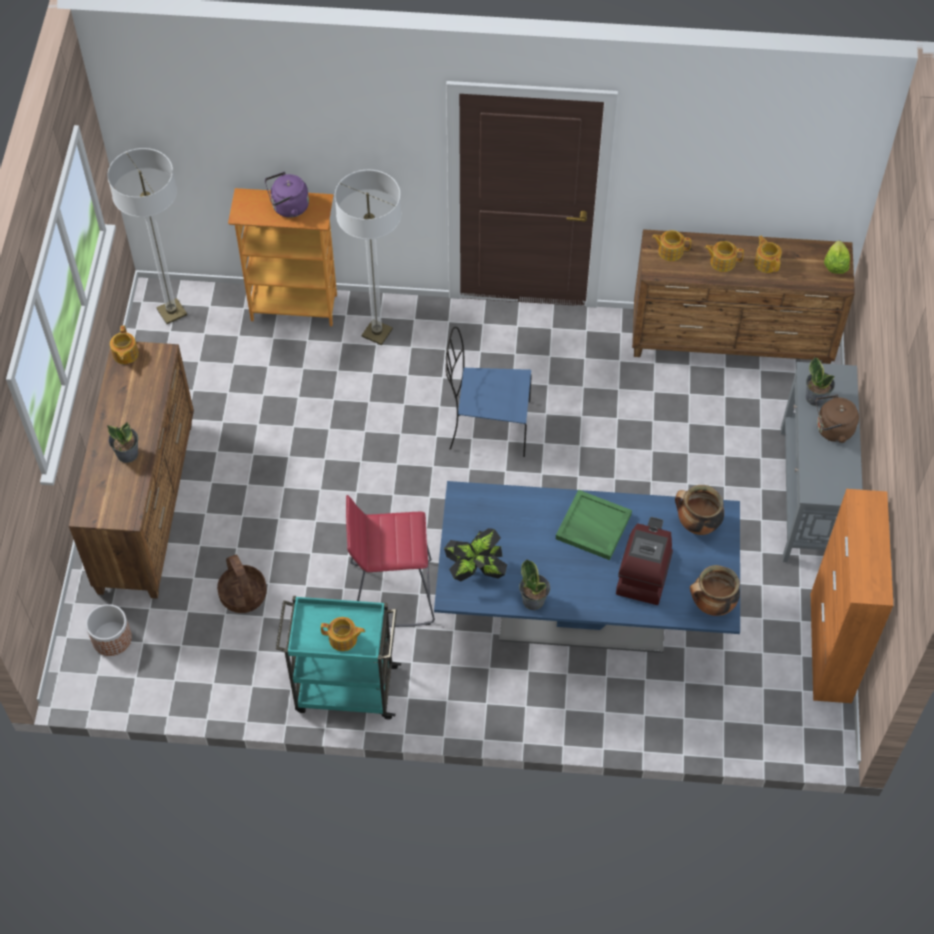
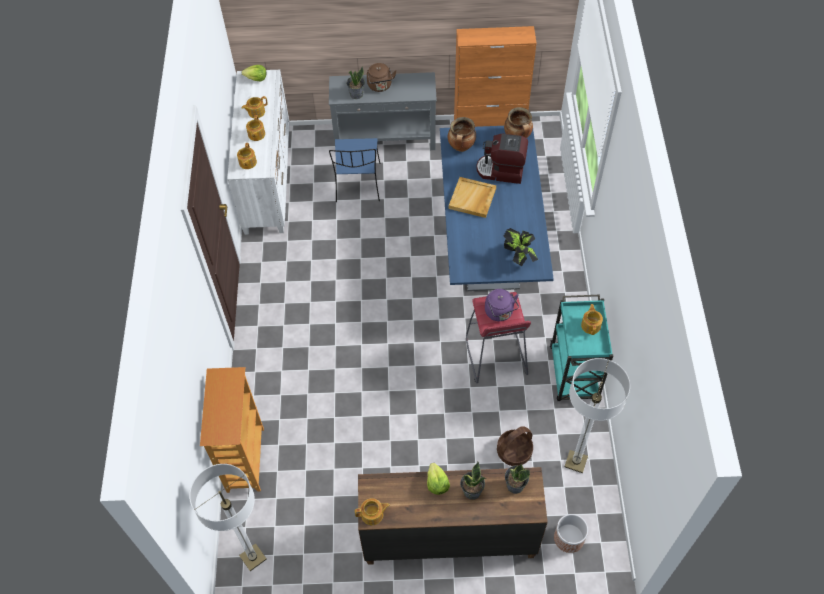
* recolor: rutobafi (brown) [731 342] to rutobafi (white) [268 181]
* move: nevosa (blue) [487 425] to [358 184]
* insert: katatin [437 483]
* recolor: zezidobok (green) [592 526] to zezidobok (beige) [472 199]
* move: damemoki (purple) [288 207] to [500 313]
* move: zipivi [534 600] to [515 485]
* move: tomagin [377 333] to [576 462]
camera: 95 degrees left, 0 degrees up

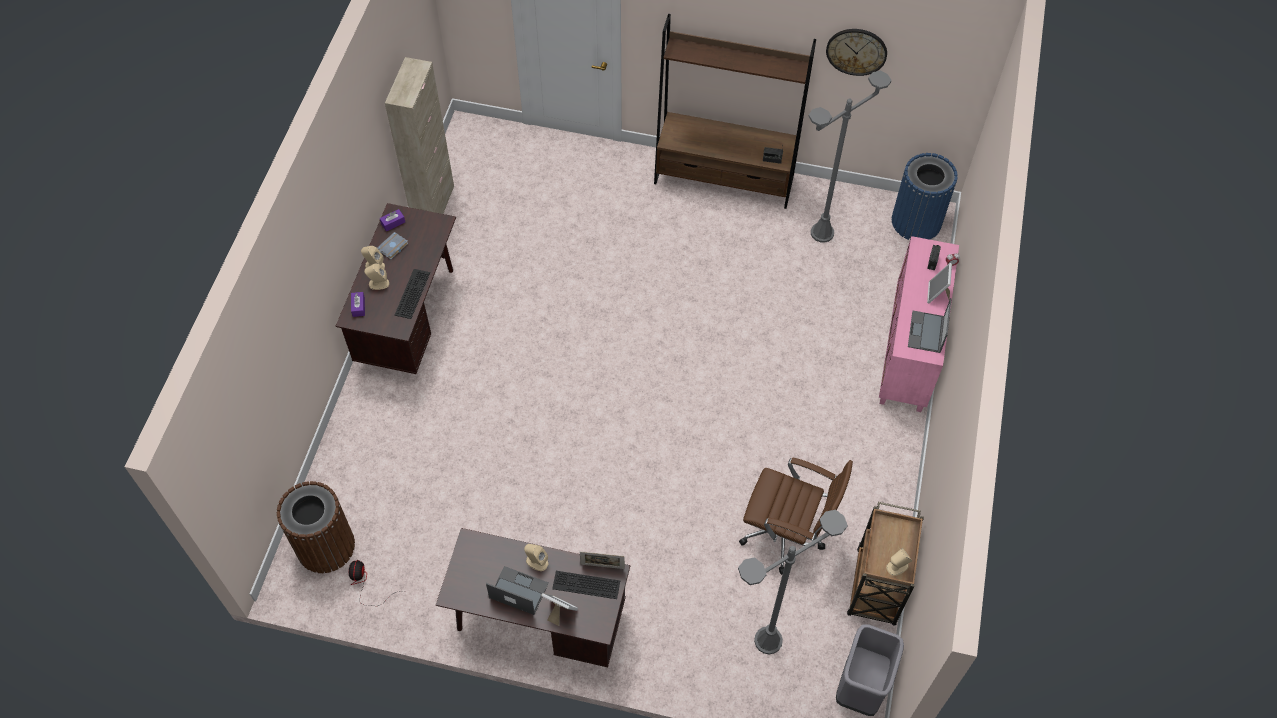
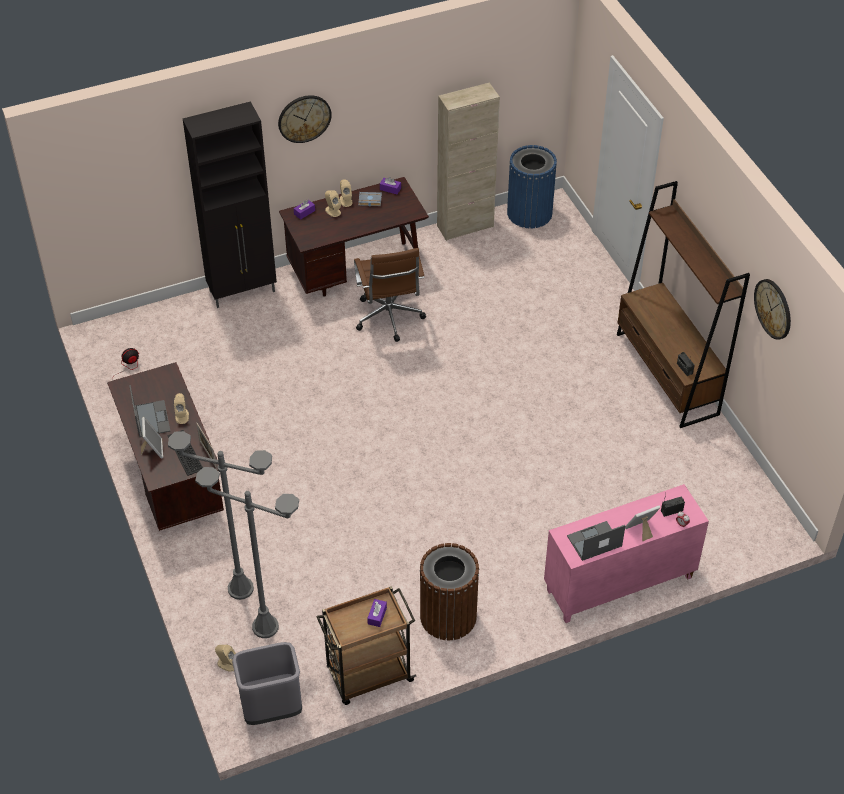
* move: tomagin (grey) [822 233] to [241 588]
* insert: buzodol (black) [243 291]
* move: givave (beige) [897 566] to [227 664]
* insert: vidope [304 118]
* move: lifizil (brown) [786 535] to [389 319]
* insert: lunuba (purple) [377 615]
* move: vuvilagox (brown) [325 546] to [448 616]
* move: vuvilagox (blue) [916 221] to [529 213]
* delete: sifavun [411 293]
camera: 55 degrees right, 10 degrees down

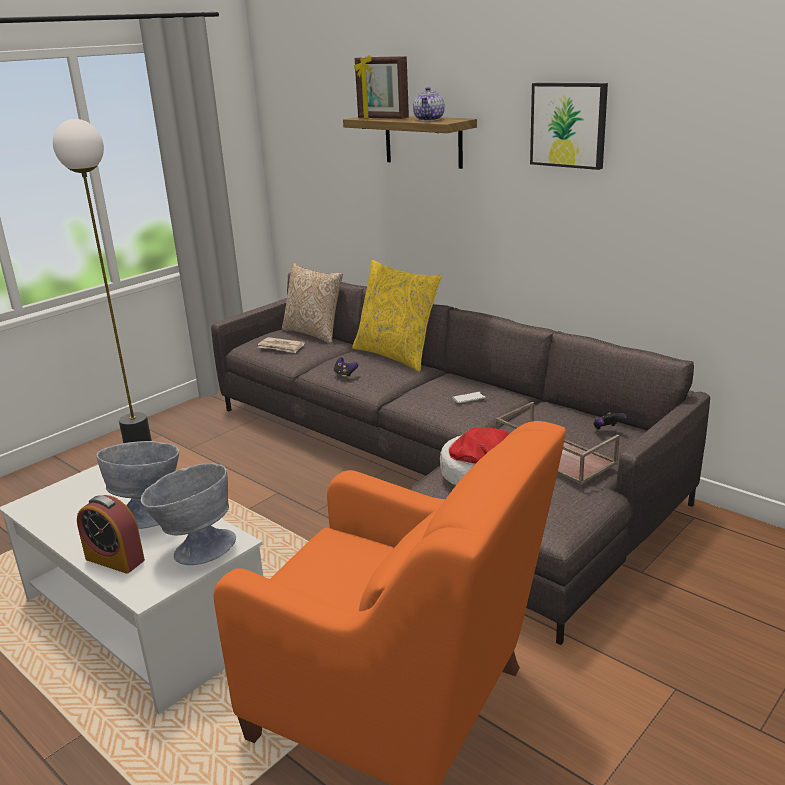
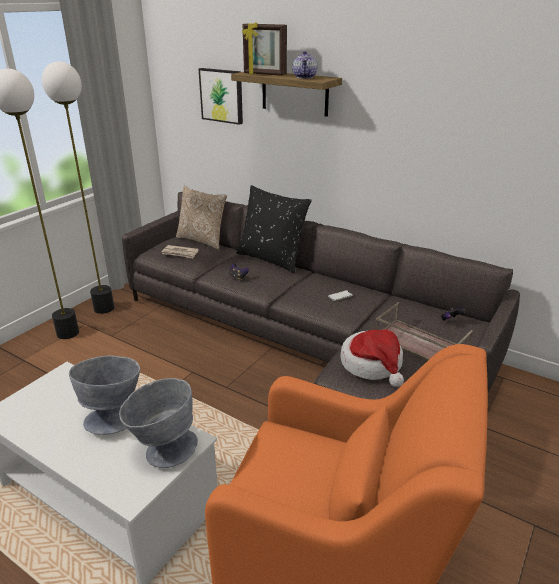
* insert: tomagin [104 308]
* move: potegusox [569 125] to [222 95]
* recolor: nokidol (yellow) [396 355] to nokidol (black) [272 259]
* delete: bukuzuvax [115 559]
camera: 10 degrees left, 5 degrees up

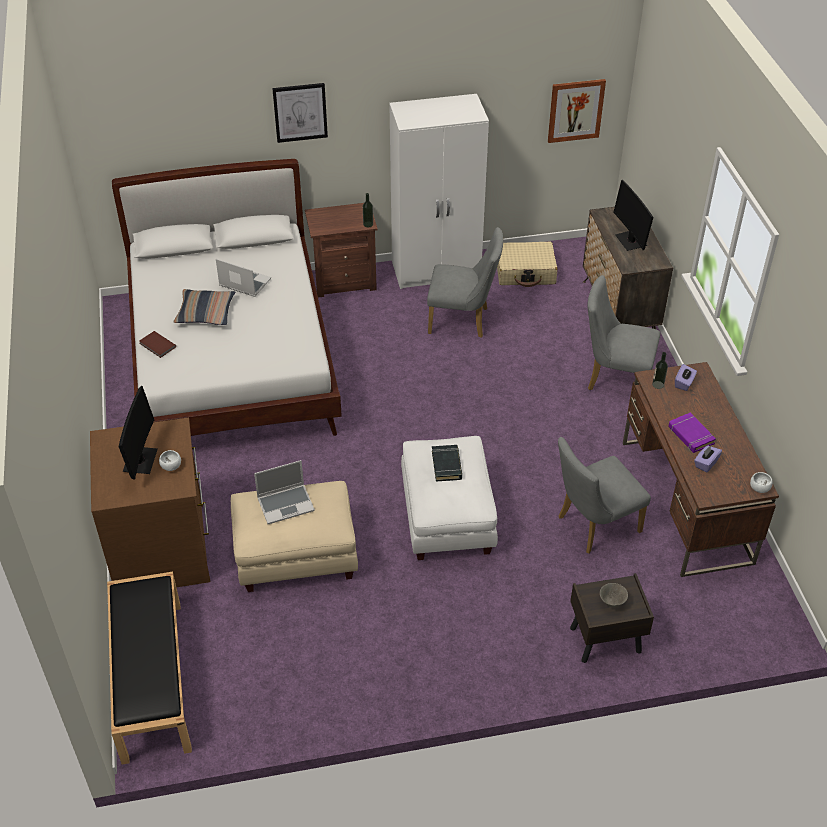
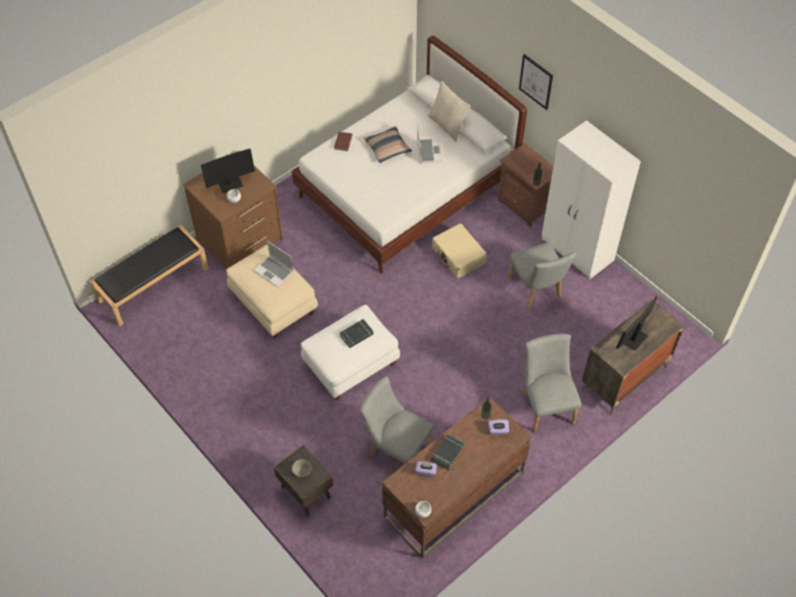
* insert: nokidol (beige) [448 125]
* recolor: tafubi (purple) [690 435] to tafubi (black) [447 453]
* move: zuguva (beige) [525 272] to [458 256]
* delete: potegusox [575 110]
camera: 60 degrees right, 10 degrees up

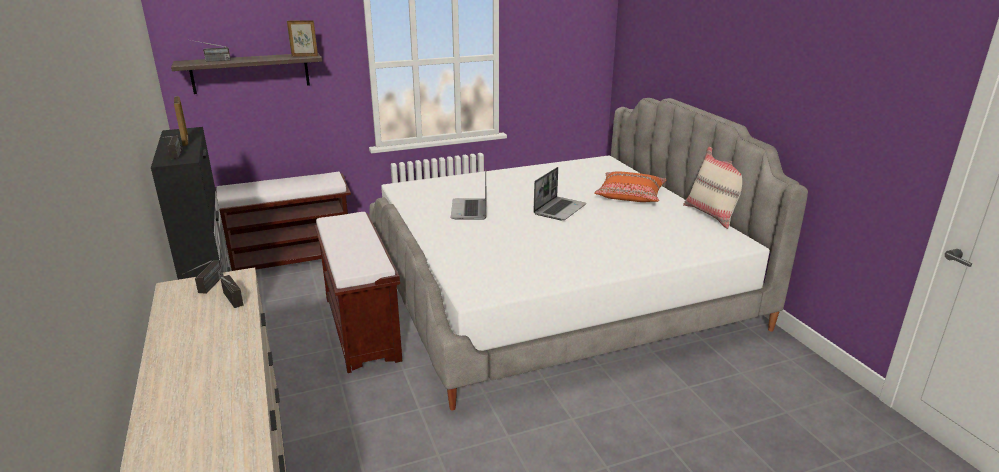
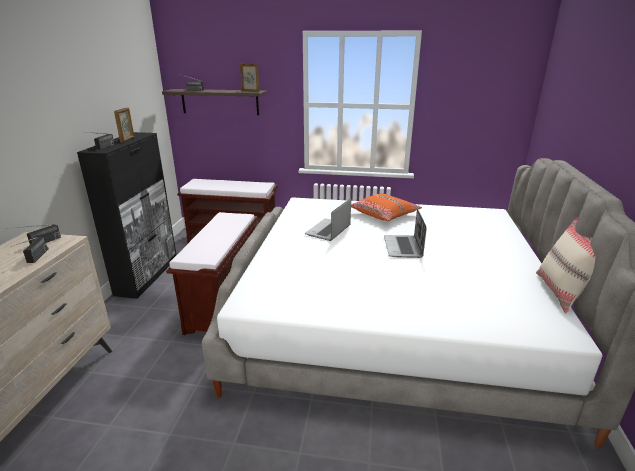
* move: nokidol (orange) [630 195] to [384 214]
* rotate: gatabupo [559 209] = [403 247] 120 degrees clockwise
camera: 30 degrees right, 0 degrees up

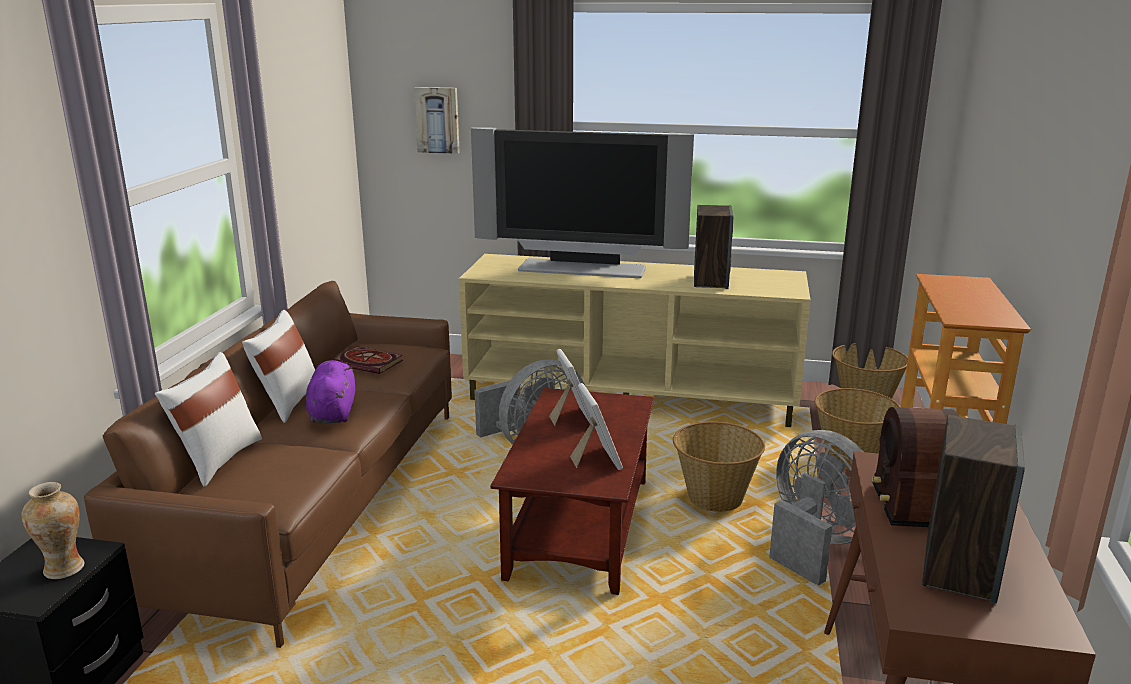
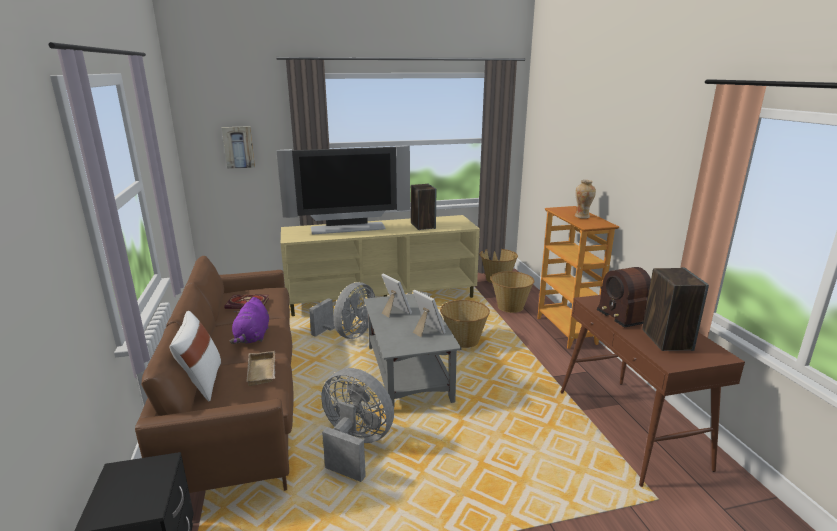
* rotate: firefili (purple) [333 412] = [252 337] 150 degrees counterclockwise
* insert: zezidobok (beige) [263 371]
* move: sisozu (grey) [815 544] to [355 445]
* recolor: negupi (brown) [579 527] to negupi (grey) [407 372]
* move: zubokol [64 569] to [582 216]
* delete: nokidol (white) [287 402]
camera: 25 degrees left, 0 degrees up

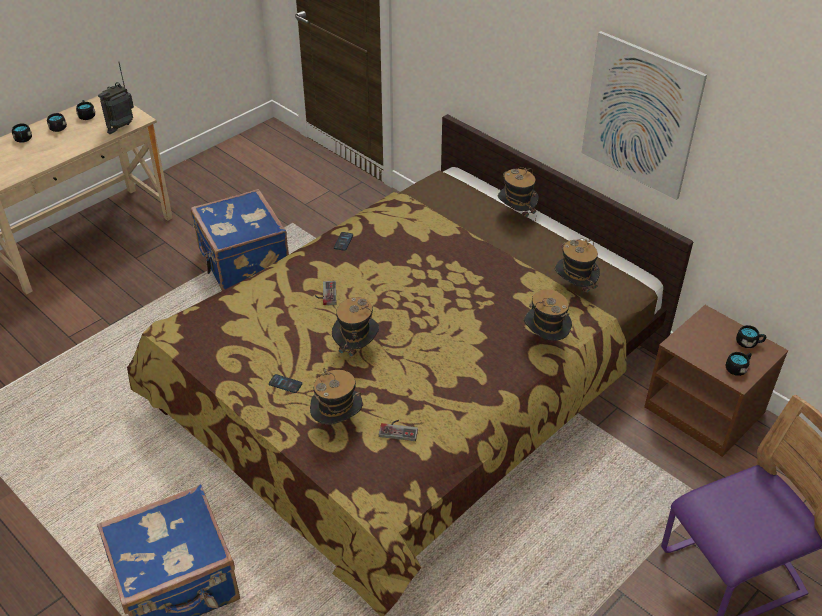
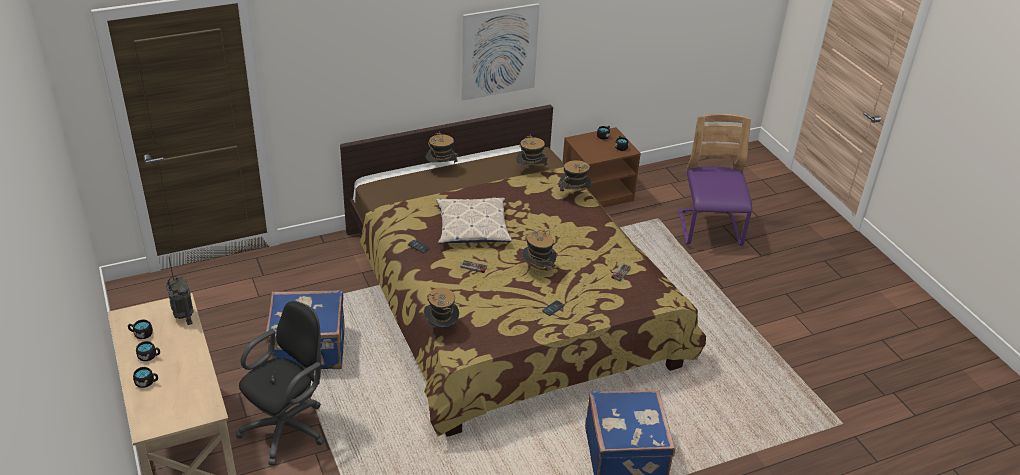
* insert: lifizil (black) [288 427]
* move: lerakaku [337 423] to [441 328]
* insert: nokidol [472 227]
camera: 70 degrees left, 5 degrees down

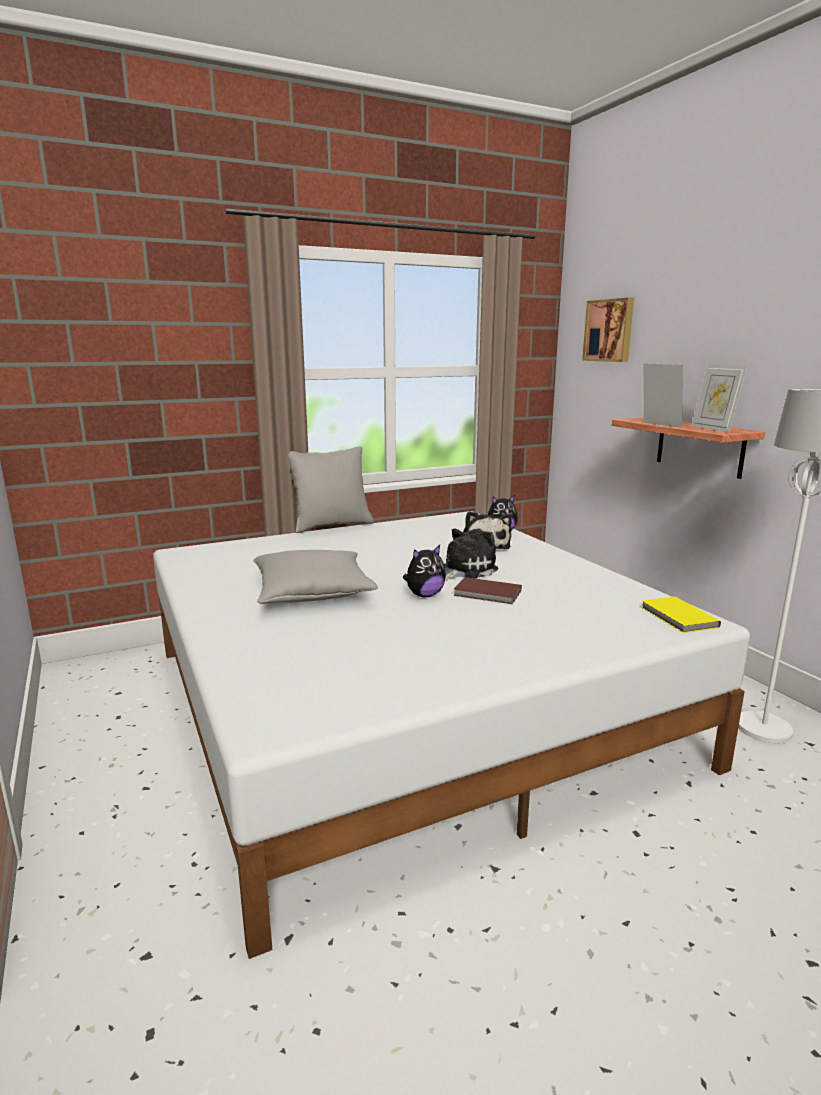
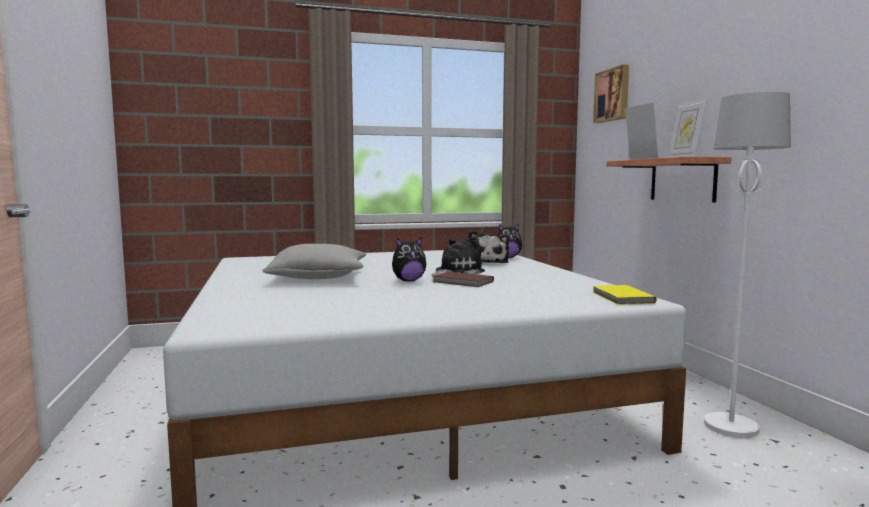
* delete: nokidol (grey) [331 525]
camera: 10 degrees right, 10 degrees down

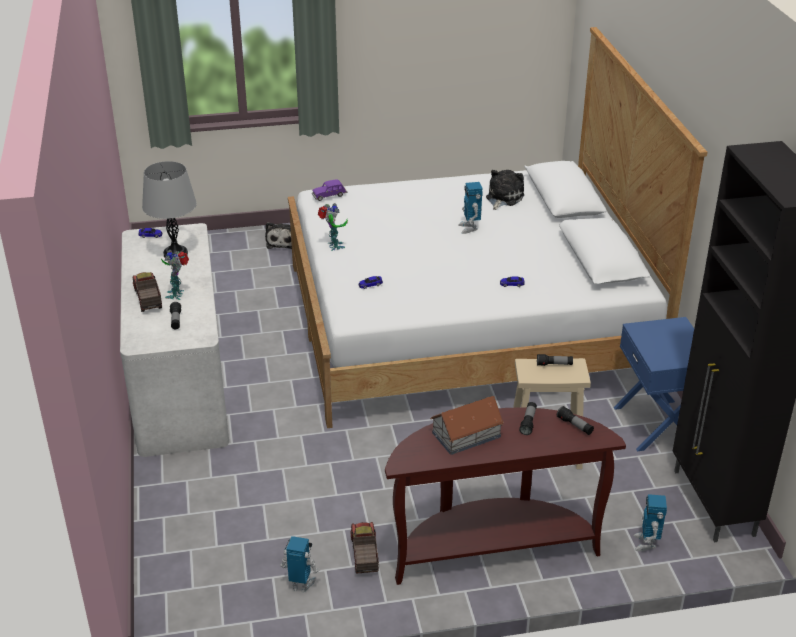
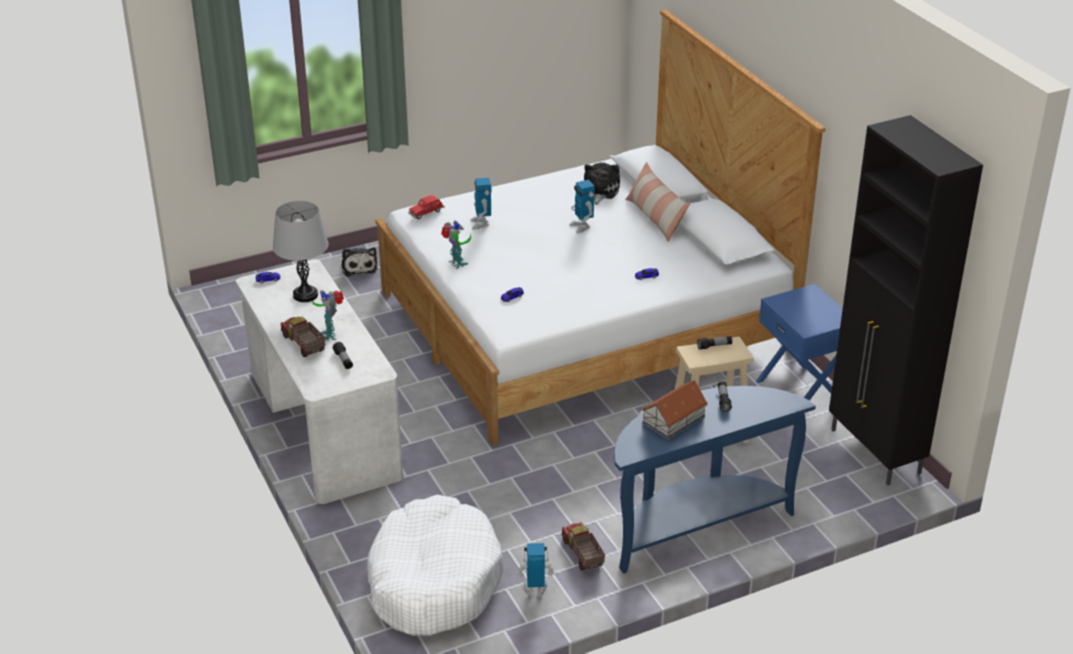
* insert: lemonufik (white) [433 581]
* recolor: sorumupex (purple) [329 196] to sorumupex (red) [426 213]
* move: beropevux [646 543] to [481 224]
* recolor: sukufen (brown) [492 547] to sukufen (blue) [696 525]
* insert: nokidol [655 218]
* delete: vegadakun [575 426]
camera: 15 degrees left, 0 degrees up

